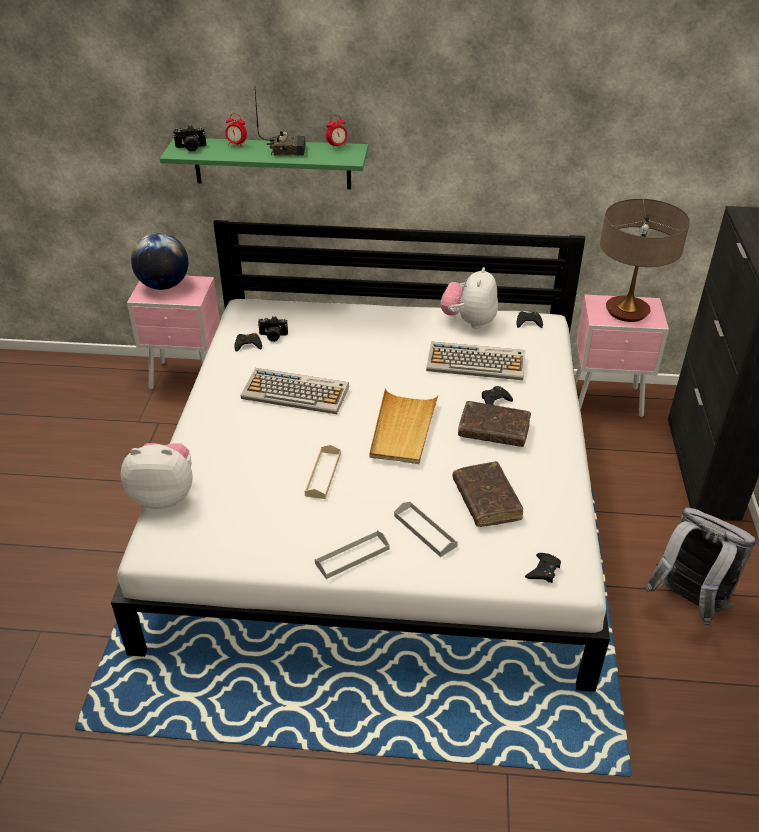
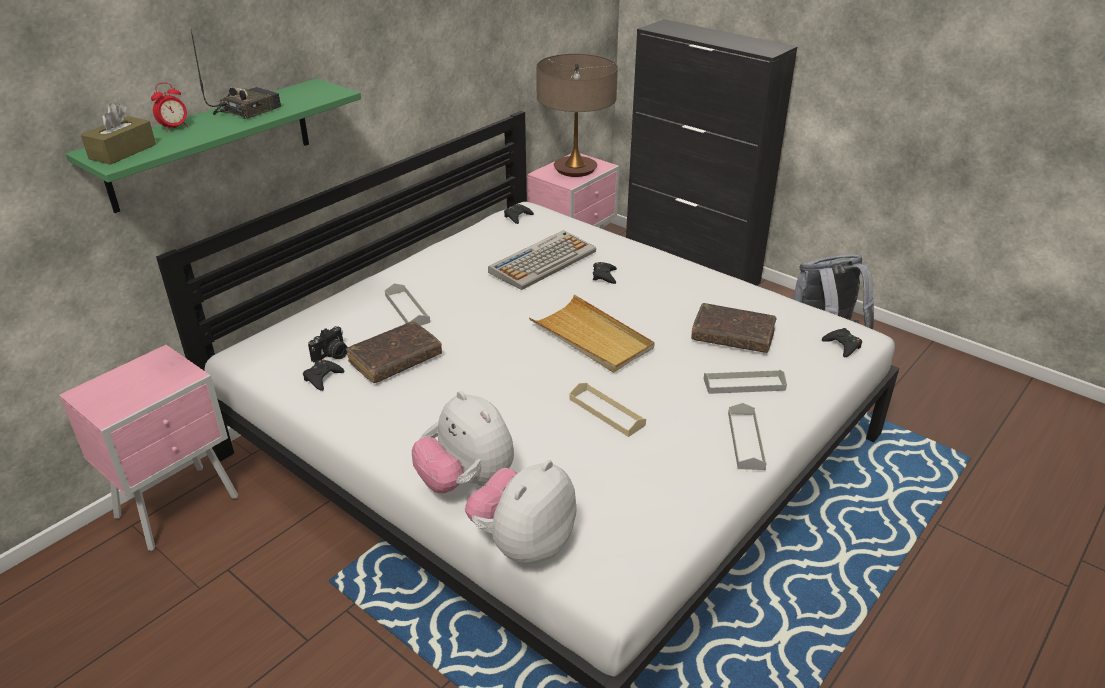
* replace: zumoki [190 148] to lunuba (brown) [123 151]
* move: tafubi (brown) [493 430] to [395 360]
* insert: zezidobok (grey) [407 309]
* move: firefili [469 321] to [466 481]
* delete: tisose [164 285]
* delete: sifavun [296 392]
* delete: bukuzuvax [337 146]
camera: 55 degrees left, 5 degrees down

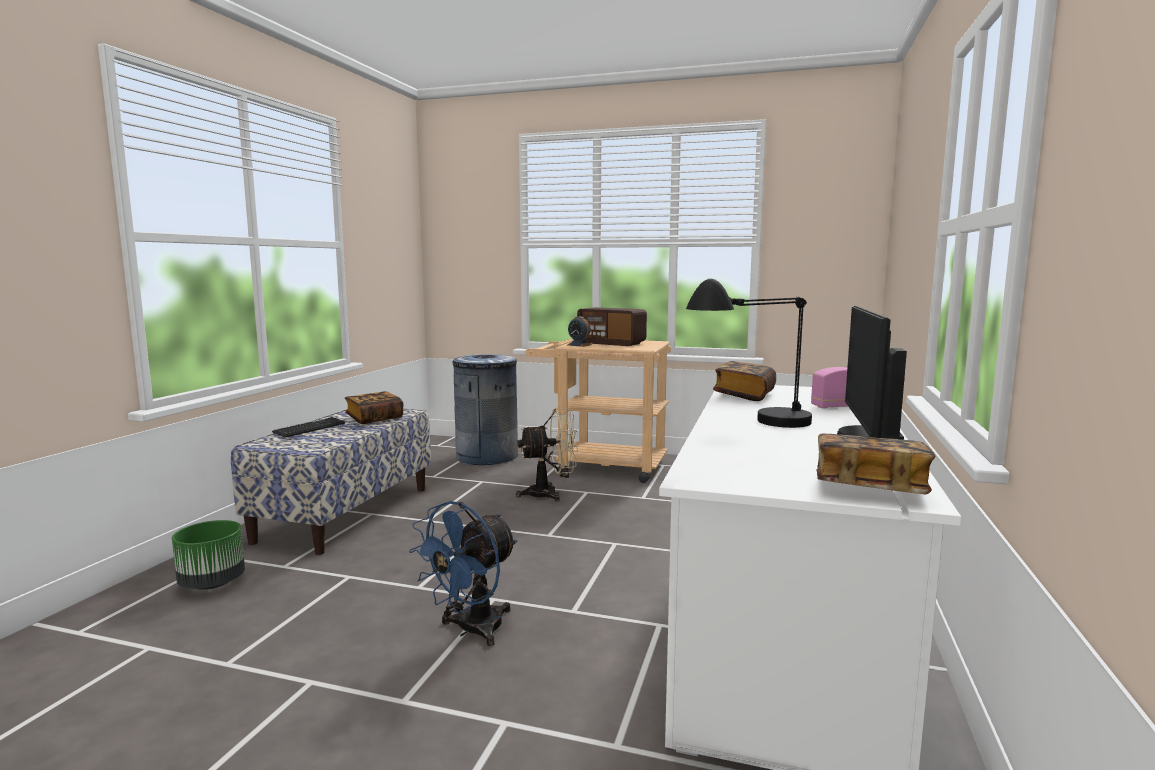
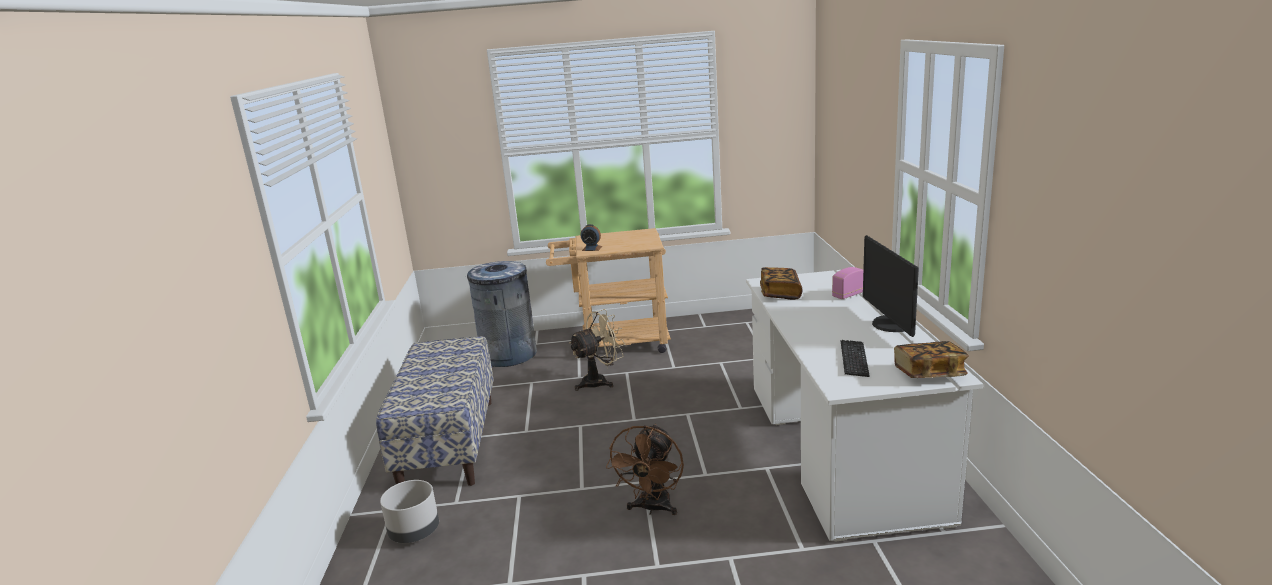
* recolor: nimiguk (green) [212 583] to nimiguk (grey) [414 533]
* recolor: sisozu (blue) [471 631] to sisozu (brown) [652 508]
* move: sifavun [309 429] to [854 359]
* delete: tafubi [374 419]
* delete: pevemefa [611 343]
* delete: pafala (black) [752 427]
camera: 20 degrees left, 10 degrees up

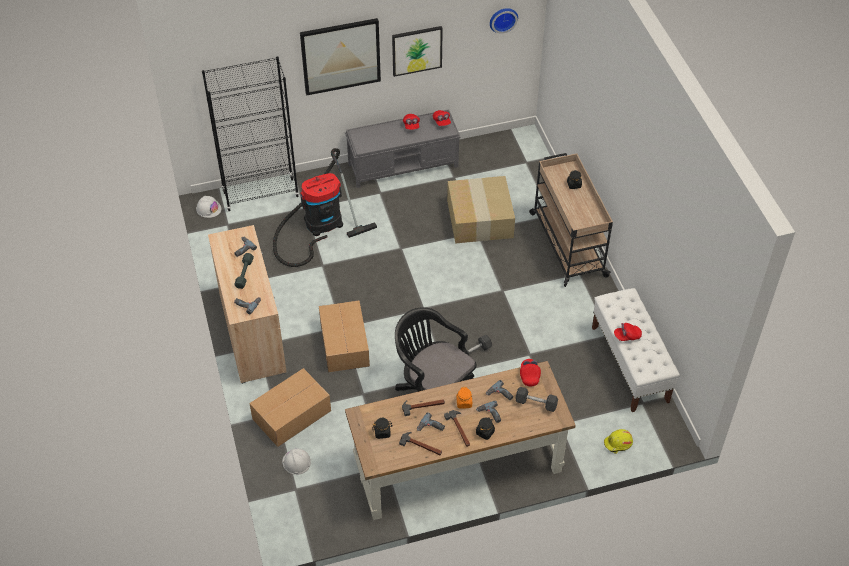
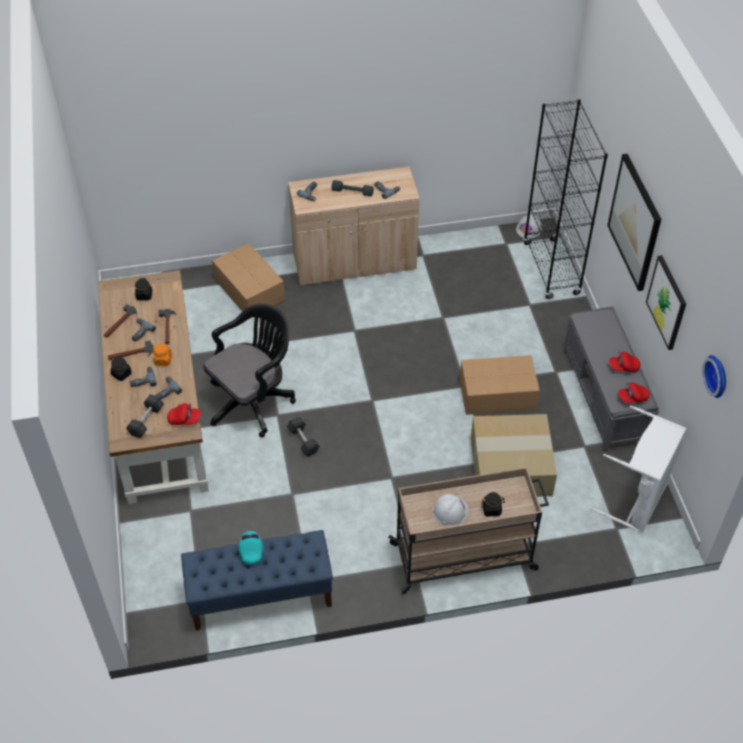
* recolor: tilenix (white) [630 364] to tilenix (blue) [260 596]
* recolor: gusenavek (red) [627 336] to gusenavek (turquoise) [251 551]
* move: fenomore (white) [296 462] to [450 511]
* move: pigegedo [345 343] to [498 394]
* insert: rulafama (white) [637 500]
* delete: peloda [319 225]
* delete: fenomore (yellow) [618 444]
camera: 95 degrees right, 0 degrees up

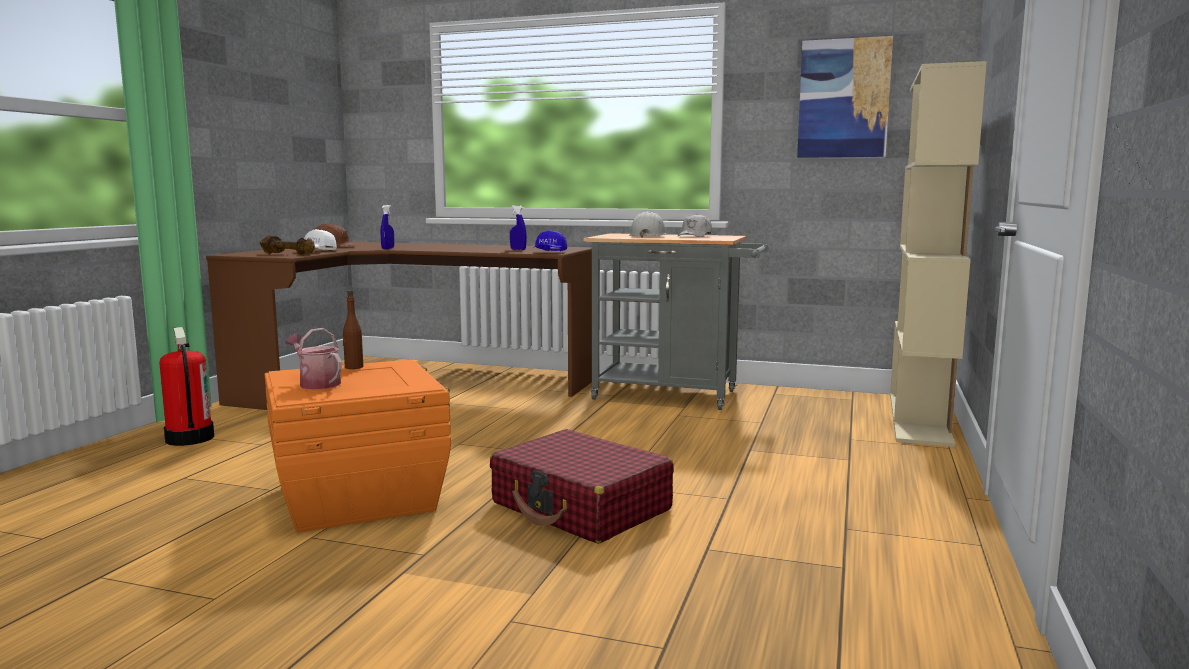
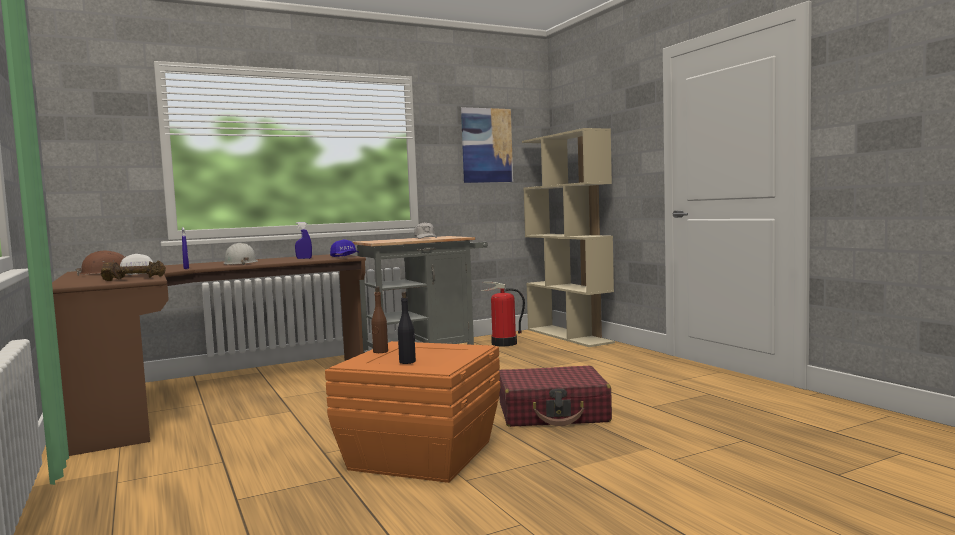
* move: fenomore (white) [648 236] to [240 263]
* replace: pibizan [316 383] to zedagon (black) [407 362]
* move: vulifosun [188 438] to [504 343]
camera: 45 degrees left, 5 degrees down

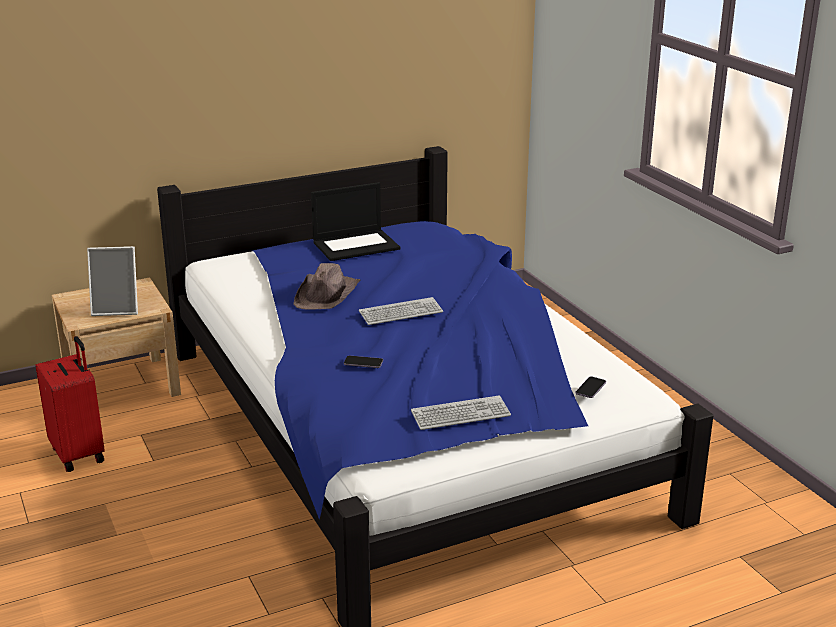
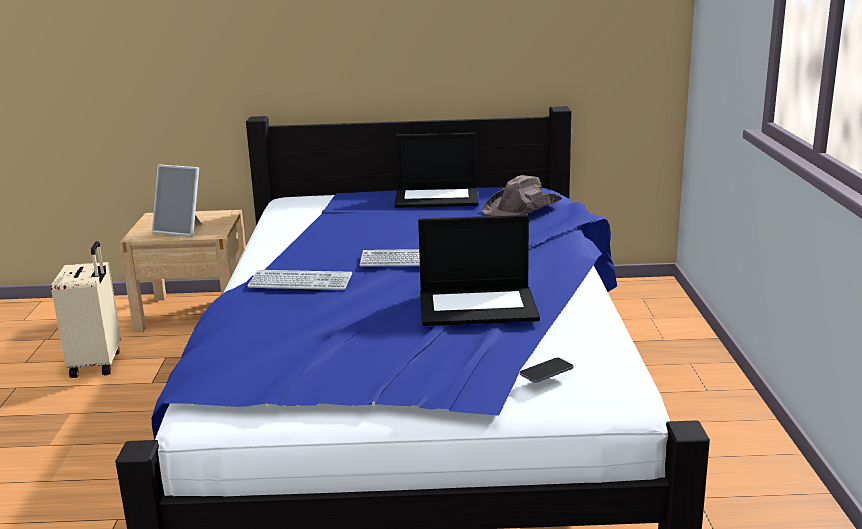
* recolor: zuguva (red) [79 454] to zuguva (beige) [98 364]
* move: sifavun [460 414] to [300 282]
* insert: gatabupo [479 306]
* move: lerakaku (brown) [328 294] to [523 207]
* delete: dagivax [363 363]
camera: 25 degrees right, 5 degrees down

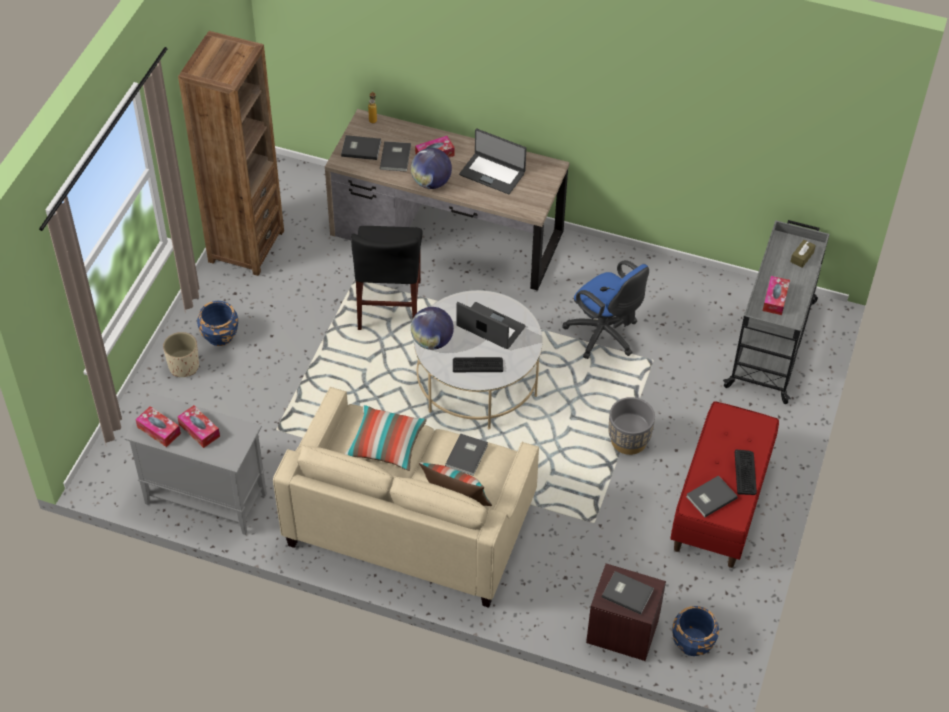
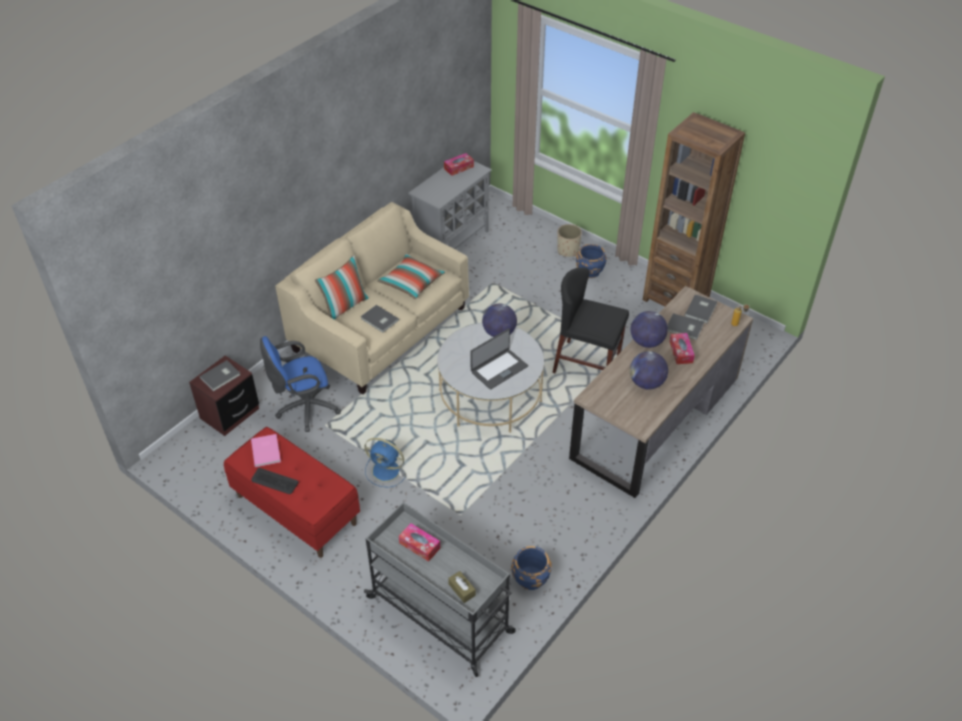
* recolor: tafubi (grey) [710 497] to tafubi (pink) [267 450]
* move: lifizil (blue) [605 336] to [304 409]
* replace: nimiguk (grey) [628 440] to sisozu (blue) [387 471]
* move: nimiguk (blue) [693 642] to [530 578]
* replace: gatabupo [492 173] to tisose [646 383]
* delete: lunuba [199 430]
* delete: sifavun [477 365]
camera: 110 degrees right, 5 degrees down

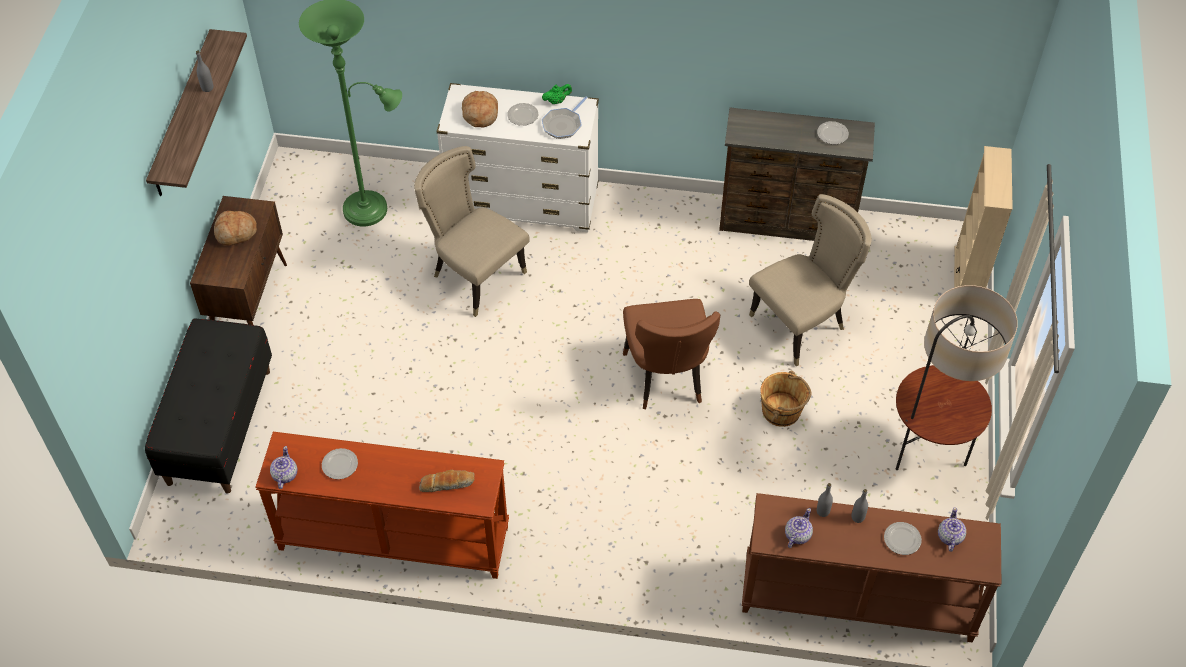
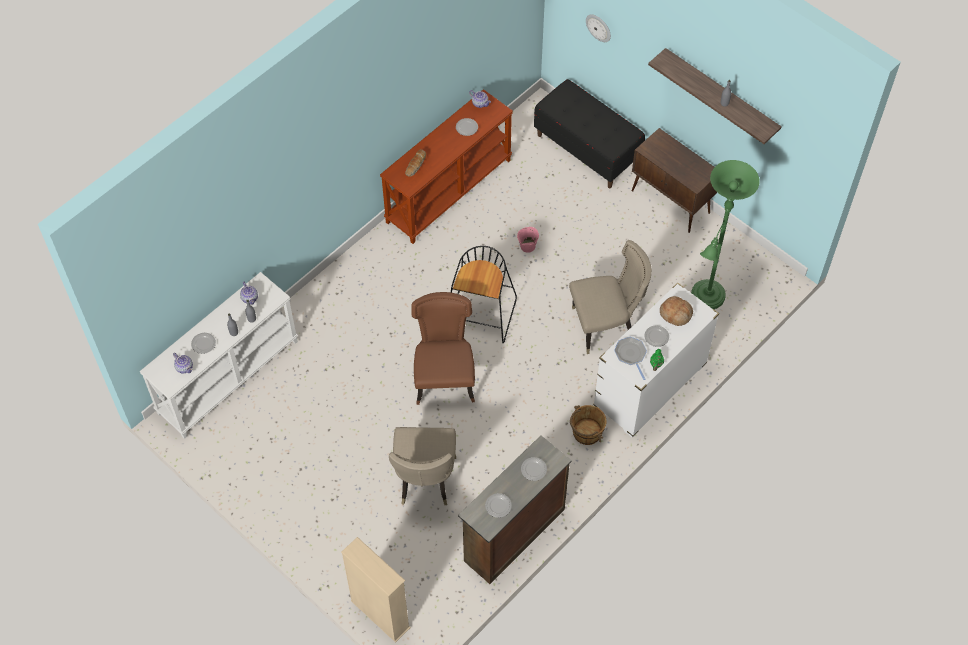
* recolor: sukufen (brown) [857 601] to sukufen (white) [228 376]
* rotate: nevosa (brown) [666 379] = [444 378] 60 degrees clockwise
* insert: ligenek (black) [481 317]
* insert: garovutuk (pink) [527 246]
* insert: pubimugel [533 469]
* move: garovutuk (brown) [782 411] to [586 432]
* insert: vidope [598 27]
* delete: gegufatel [236 233]
* delete: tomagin [927 455]
camera: 125 degrees right, 5 degrees up

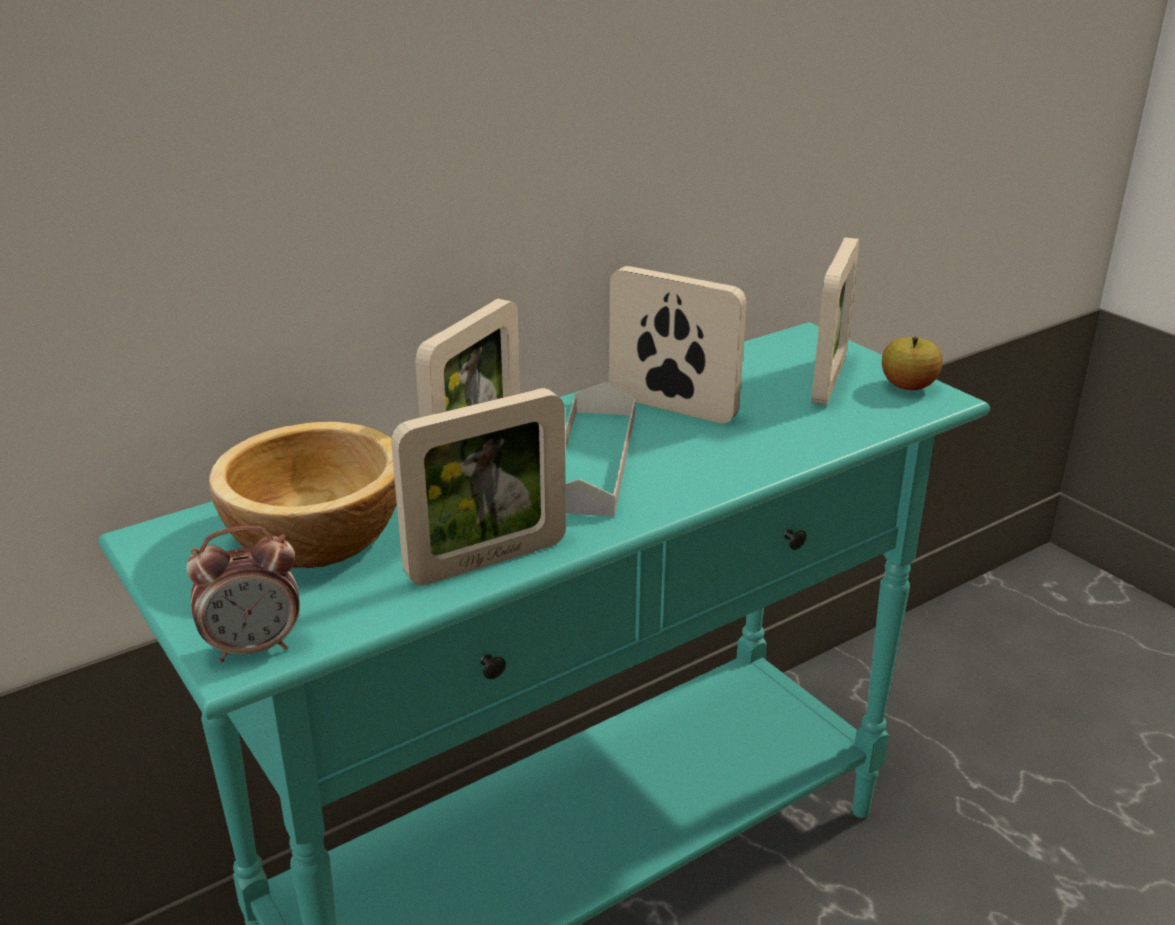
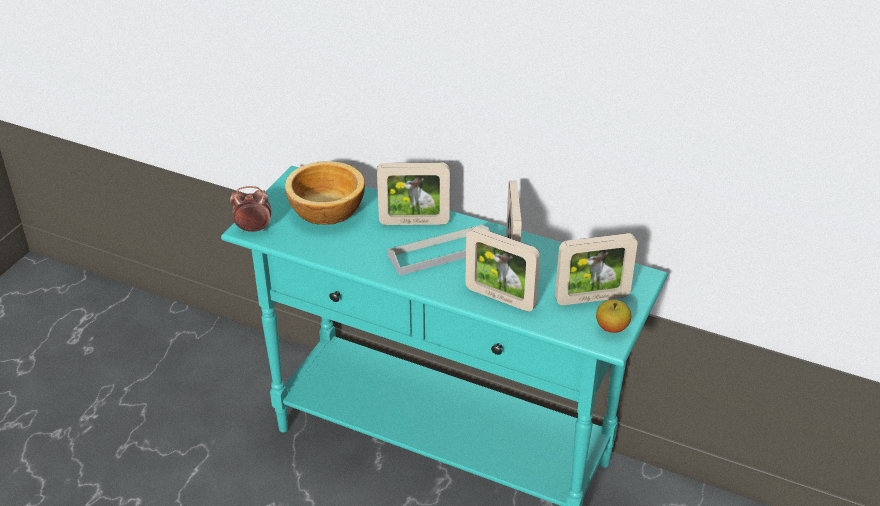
* rotate: bukuzuvax [254 647] = [253 229] 135 degrees clockwise
* move: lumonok [486 560] to [500 298]
camera: 60 degrees right, 10 degrees up

